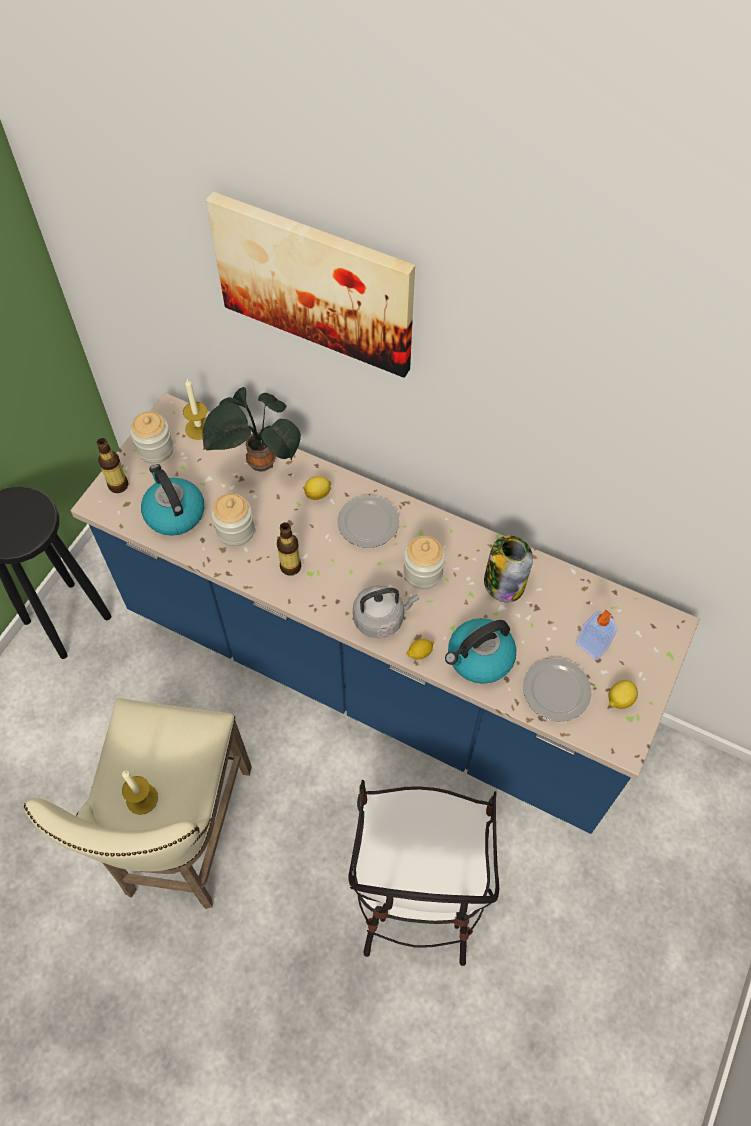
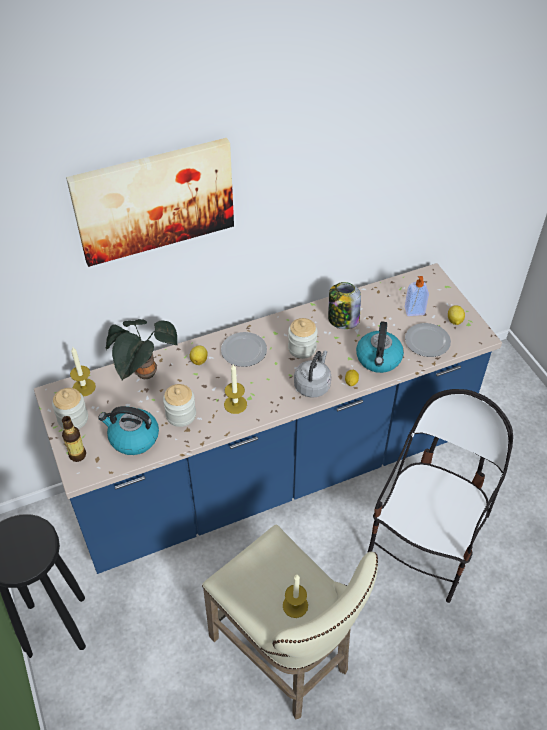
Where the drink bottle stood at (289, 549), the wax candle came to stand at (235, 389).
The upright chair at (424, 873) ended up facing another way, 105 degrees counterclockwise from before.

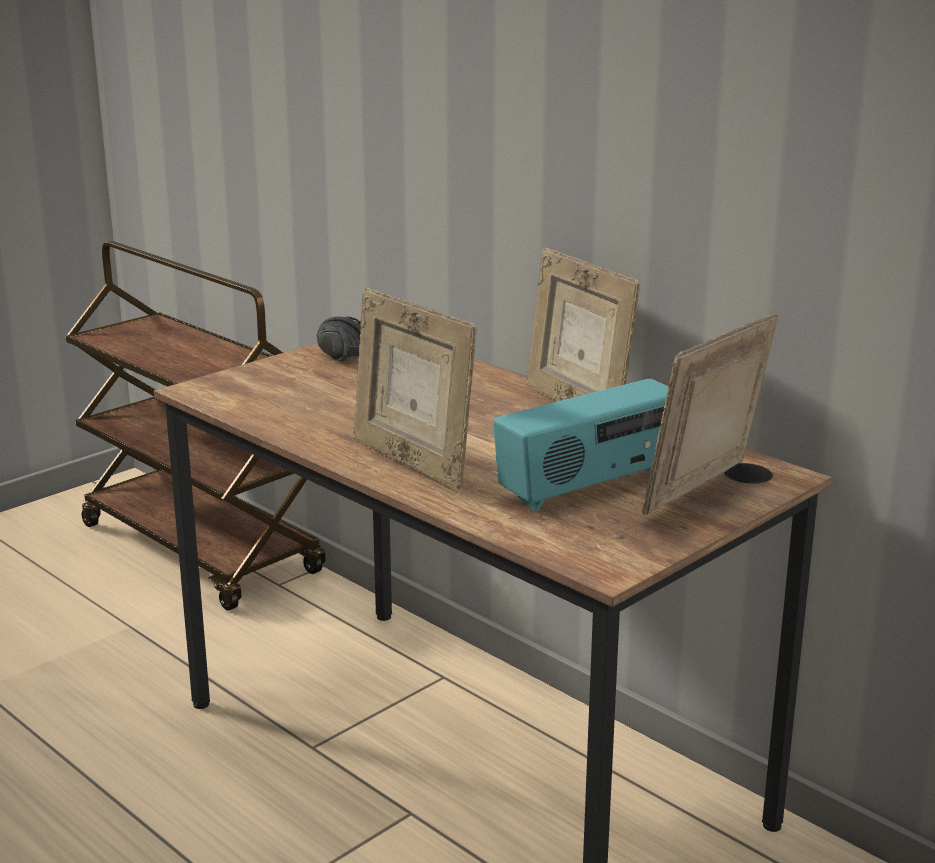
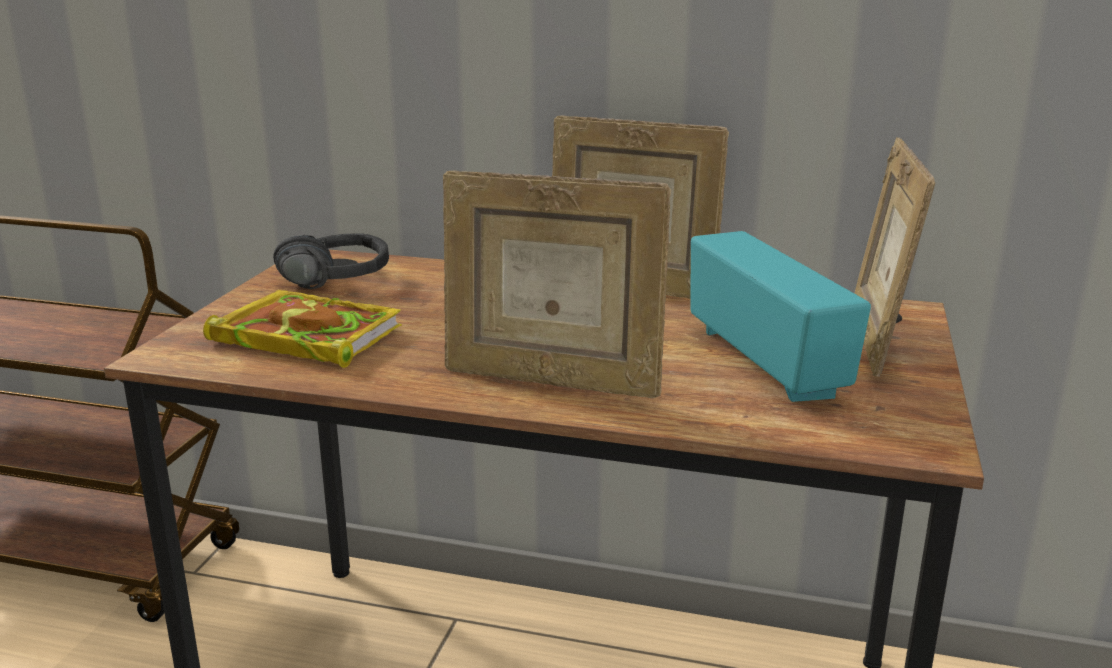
The second view gained the bound book at (302, 329).
The radio at (581, 445) ended up facing another way, 45 degrees counterclockwise from before.

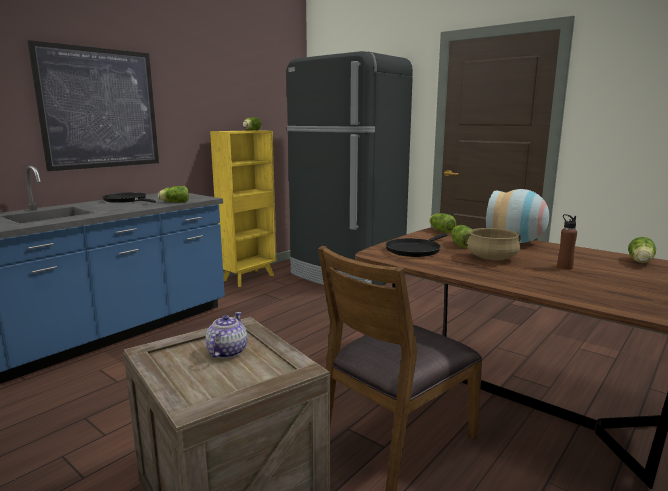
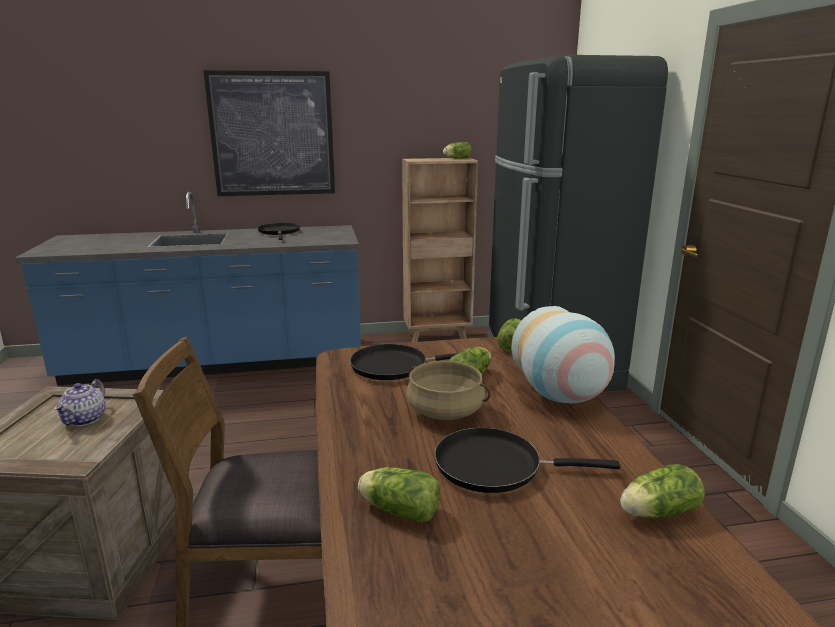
The teapot at (226, 335) ended up facing another way, 135 degrees clockwise from before.
The head of lettuce ended up elsewhere, having gone from (173, 194) to (399, 495).
What was the yellow-coloured bookcase at (243, 208) turned into the brownish bookcase at (440, 250).
Where the brownish drink bottle stood at (567, 242), the black-coloured skillet came to stand at (527, 460).

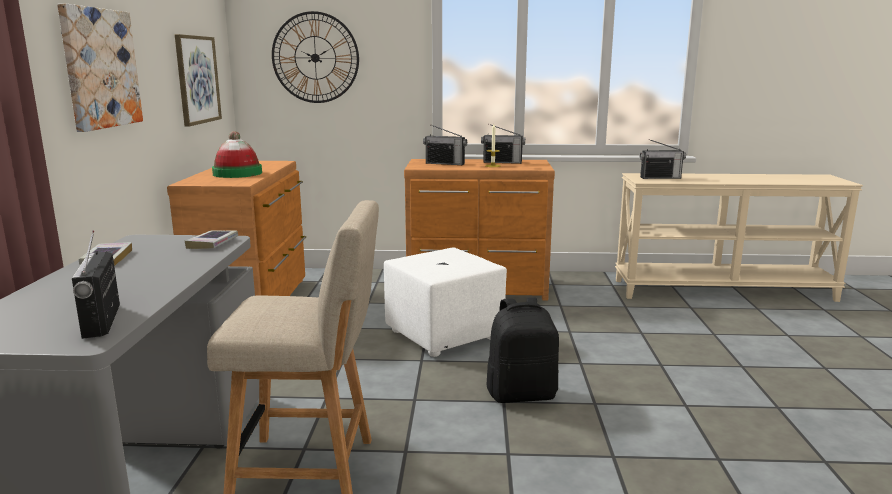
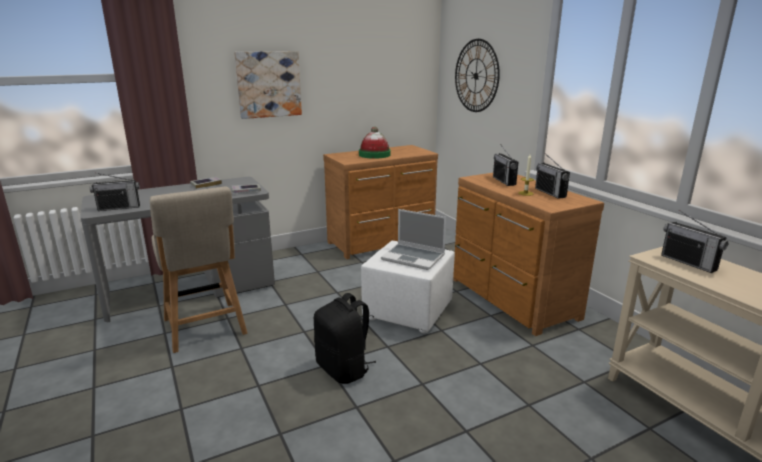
The radio at (96, 284) ended up facing another way, 150 degrees counterclockwise from before.
The second view gained the laptop at (413, 239).
The second view lost the wall picture at (198, 80).

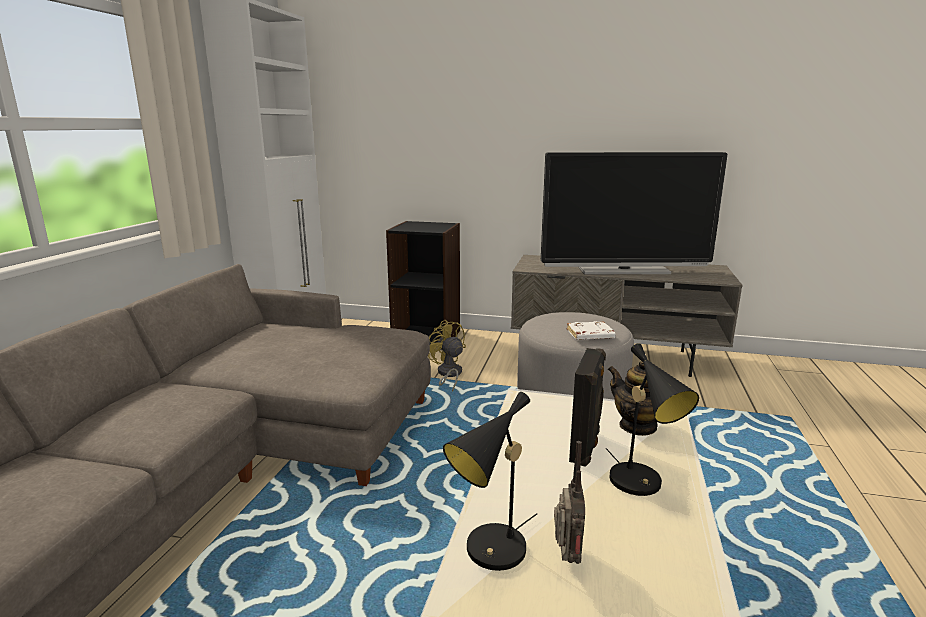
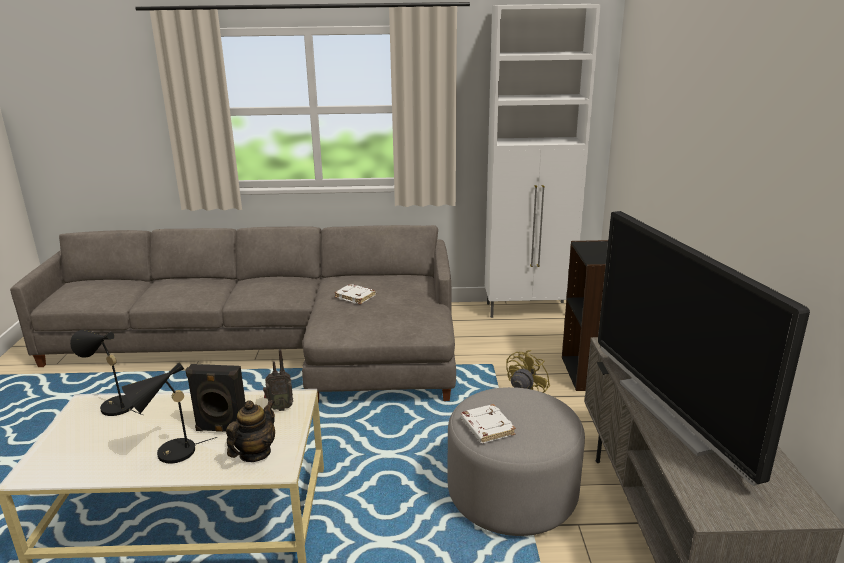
The radio ended up elsewhere, having gone from (569, 502) to (278, 380).
The second view gained the white bound book at (355, 294).

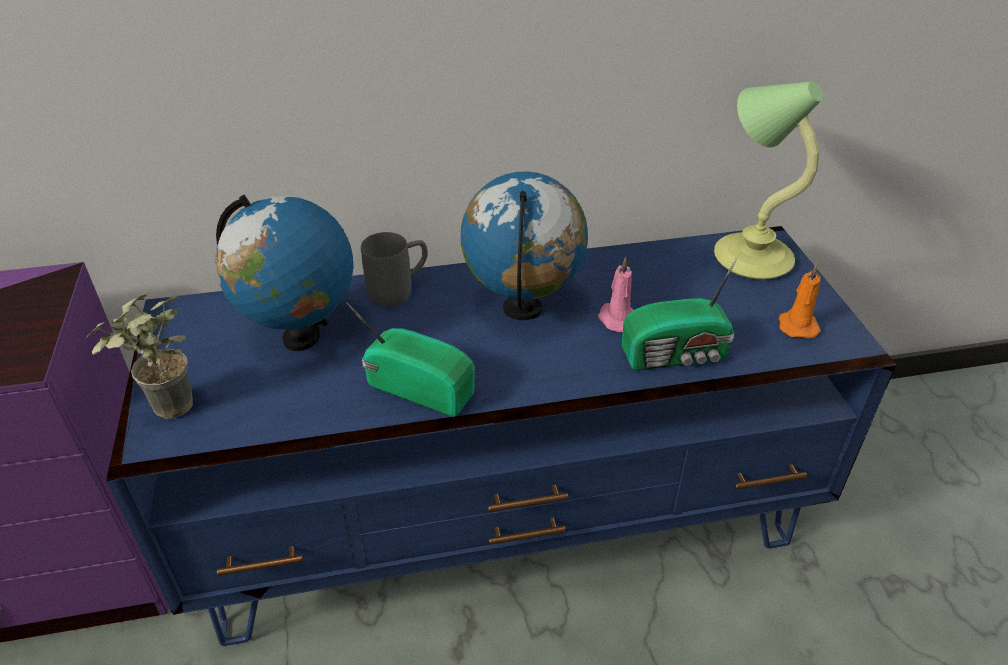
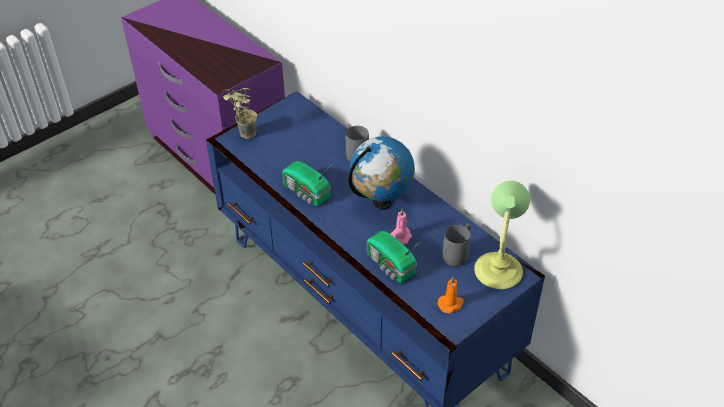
The radio at (410, 359) ended up facing another way, 135 degrees clockwise from before.
The second view gained the greyish tea mug at (457, 245).
The second view lost the globe at (284, 273).

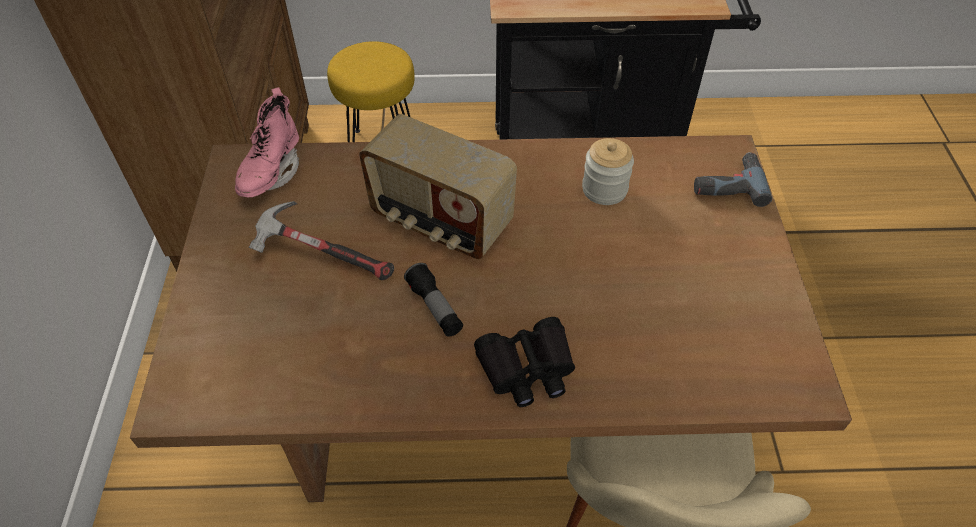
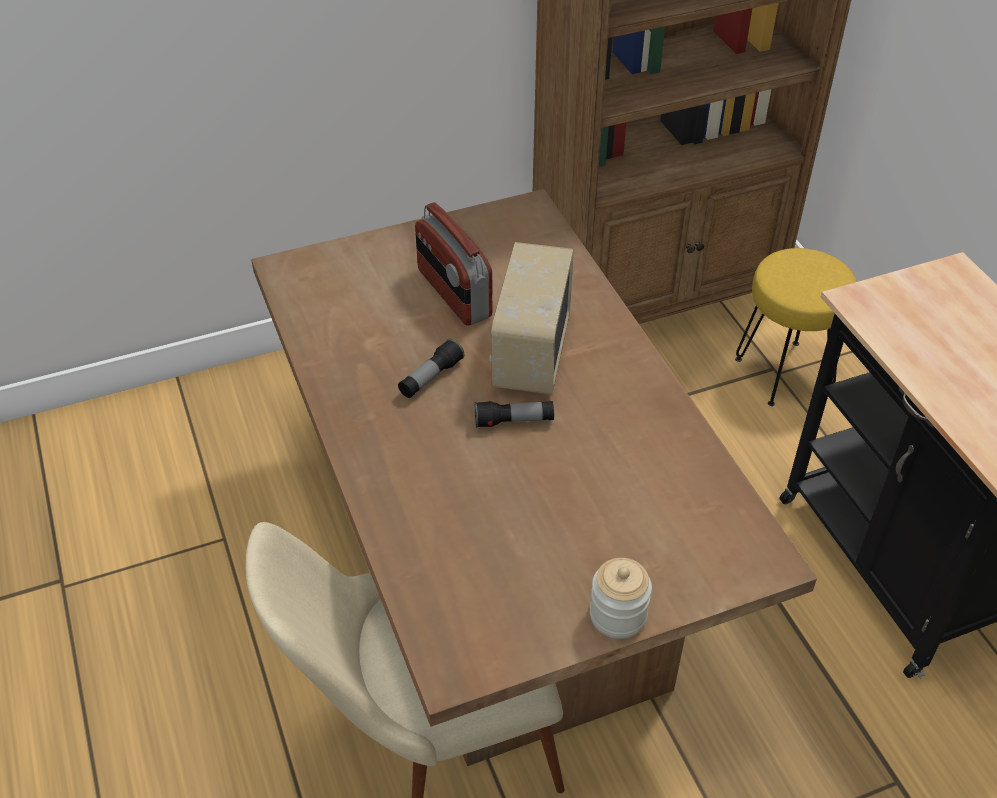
Where the hammer stood at (321, 240), the radio came to stand at (453, 264).
The second view gained the flashlight at (514, 414).
The jar ended up elsewhere, having gone from (608, 171) to (621, 598).
The second view lost the pink-coloured boot at (267, 142).
The second view lost the black-coloured binoculars at (524, 362).
The second view lost the power drill at (733, 179).

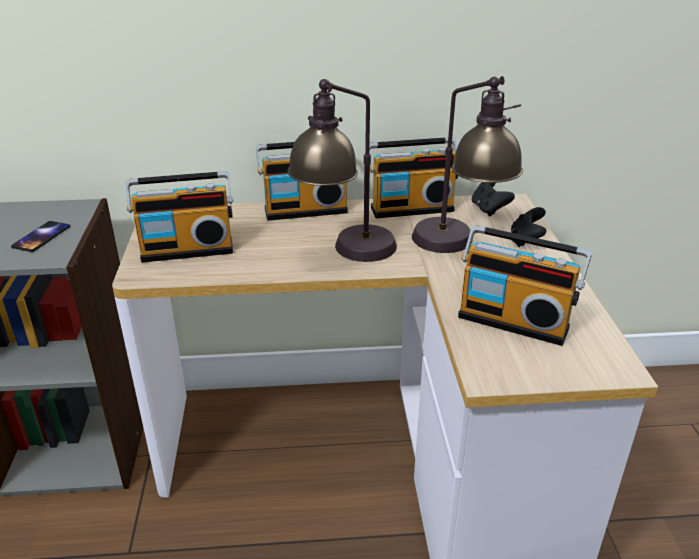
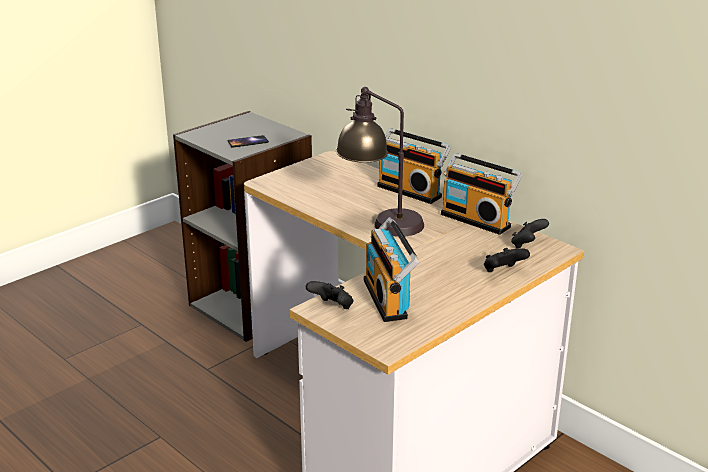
The second view gained the black-coloured joypad at (329, 295).
The second view lost the radio at (180, 217).
The second view lost the table lamp at (467, 164).

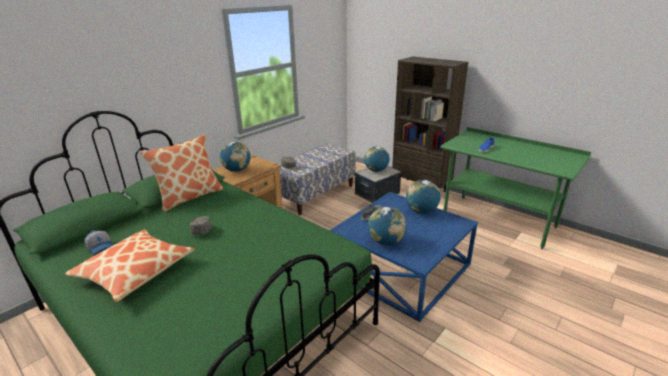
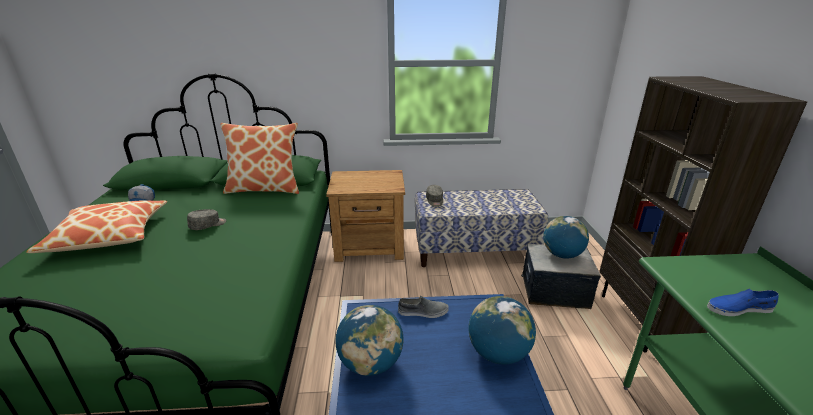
The second view lost the globe at (235, 157).

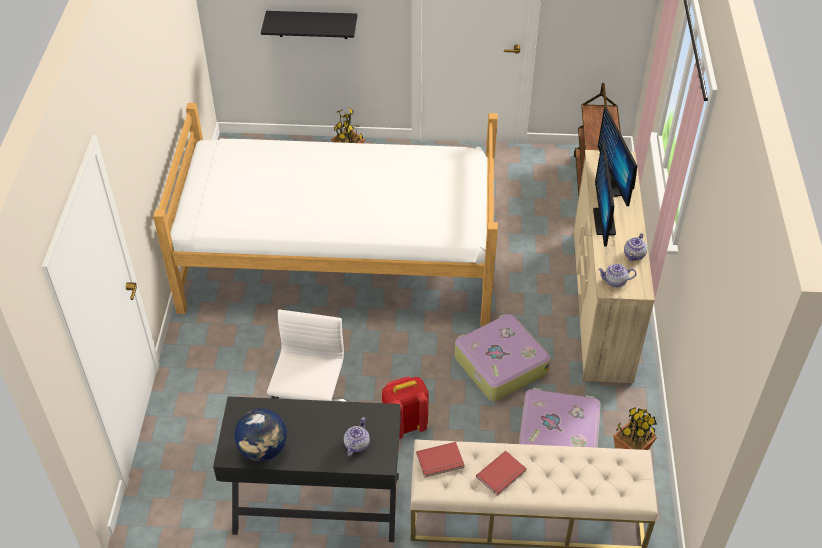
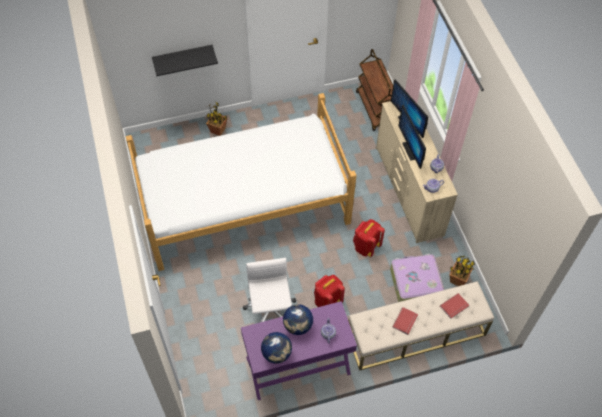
What was the black-coloured desk unit at (307, 469) turned into the purple desk unit at (299, 350).
The second view gained the globe at (298, 319).
Where the suitcase stood at (502, 358), the red rucksack came to stand at (369, 238).
The red bound book ended up elsewhere, having gone from (440, 460) to (454, 306).

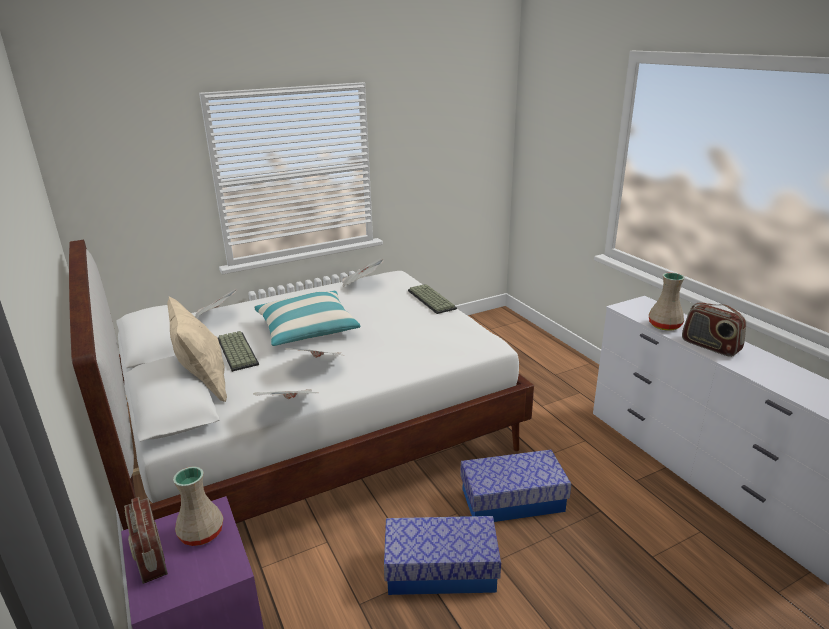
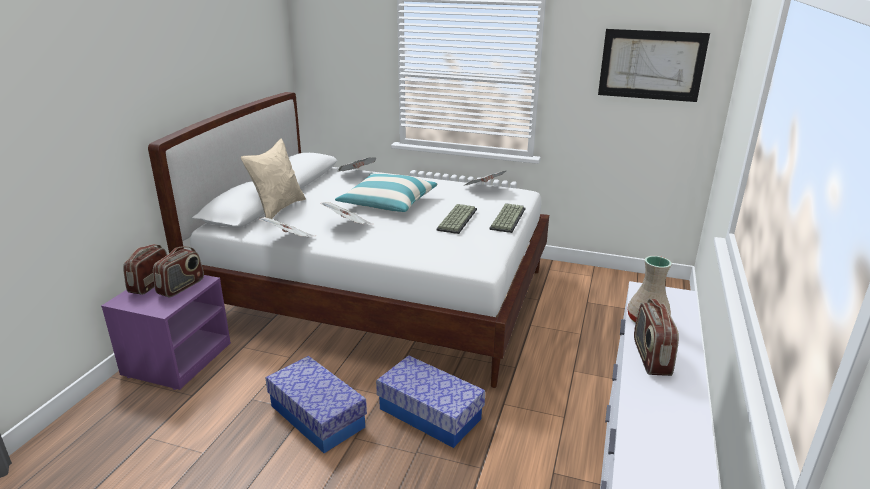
Where the beige-coloured flower vase stood at (198, 506), the radio came to stand at (178, 271).
The keyboard ended up elsewhere, having gone from (238, 351) to (457, 219).
The second view gained the wall picture at (654, 65).

